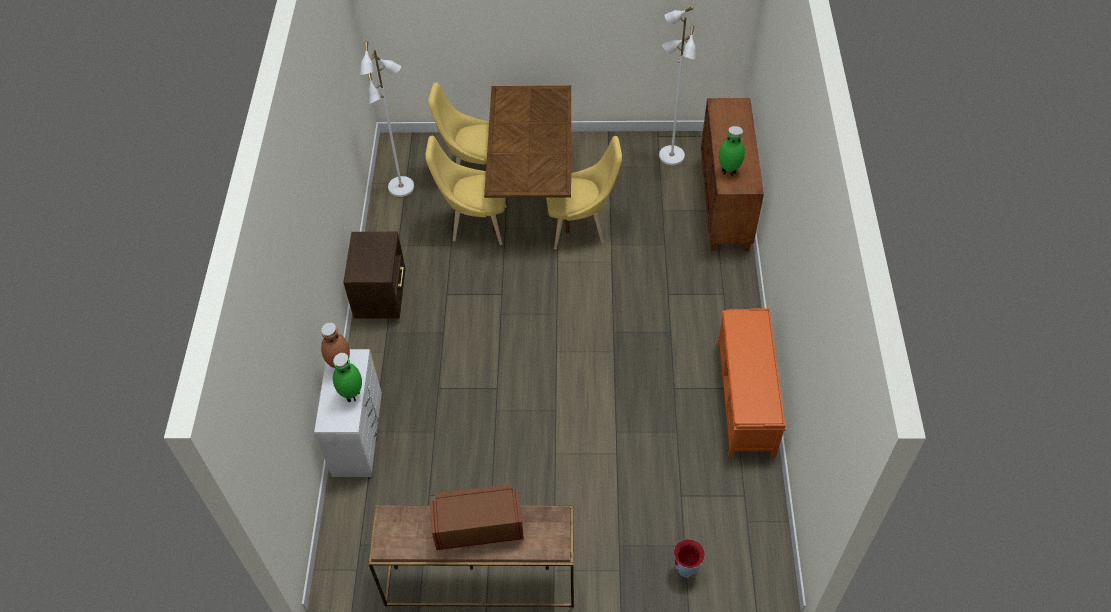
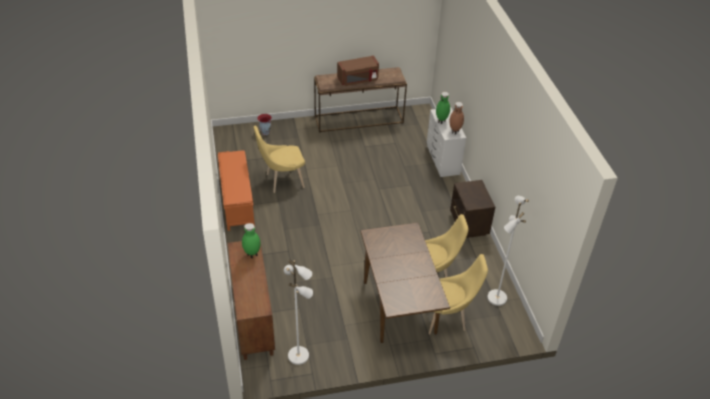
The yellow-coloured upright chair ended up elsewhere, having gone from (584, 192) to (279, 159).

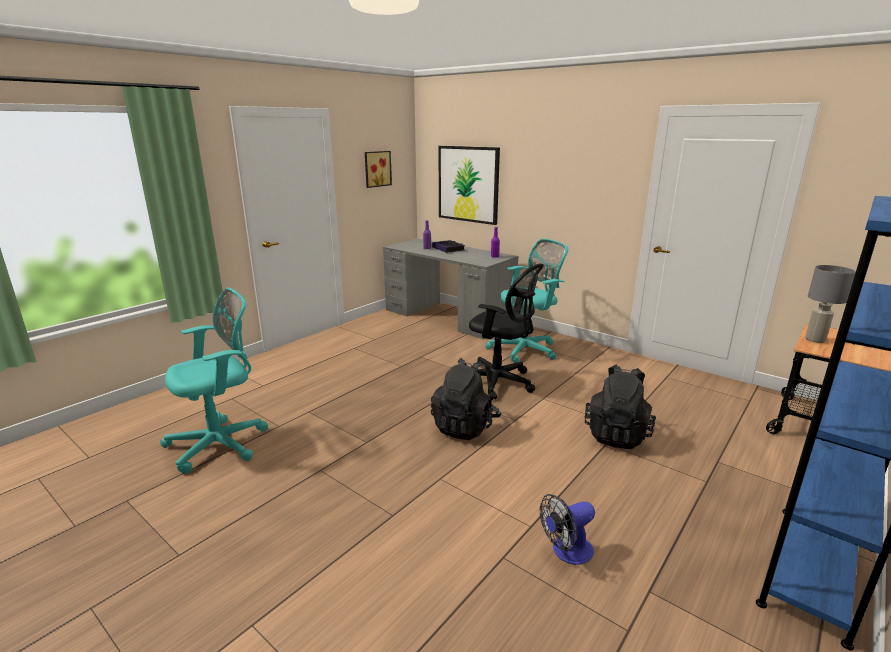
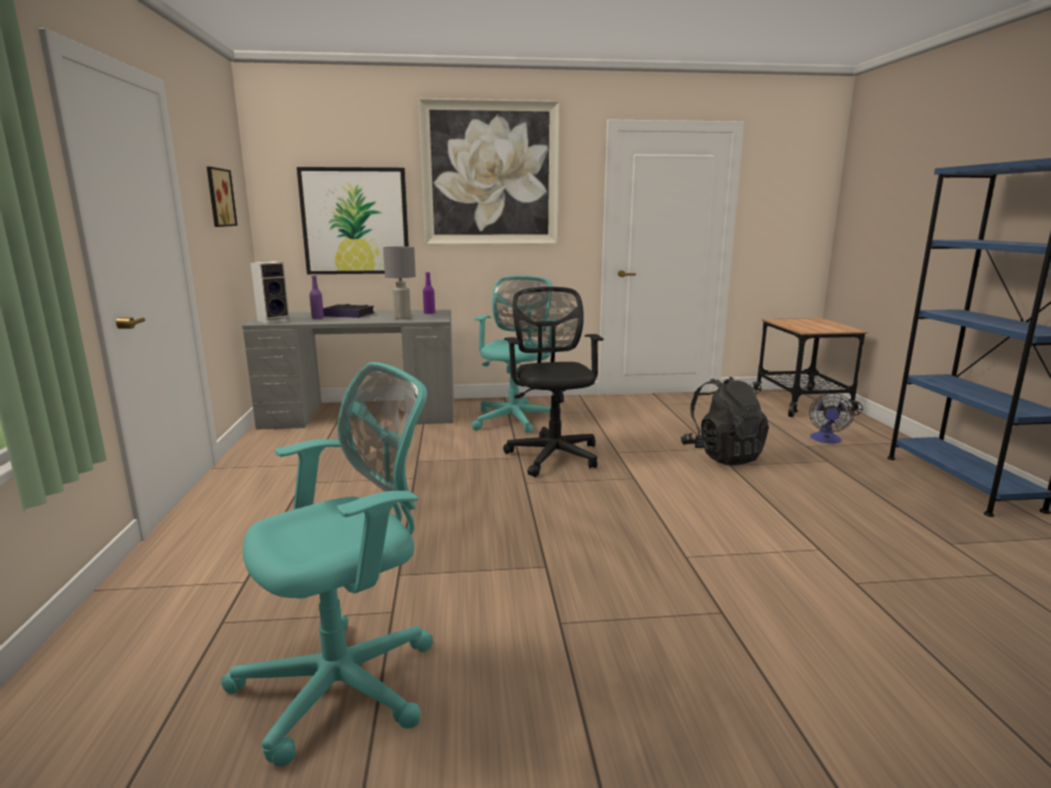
The turquoise-coloured office chair at (214, 381) ended up facing another way, 45 degrees clockwise from before.
The second view gained the loudspeaker at (270, 292).
The greyish table lamp ended up elsewhere, having gone from (830, 304) to (399, 282).
The second view gained the wall picture at (489, 171).
The black-coloured office chair at (506, 332) ended up facing another way, 90 degrees counterclockwise from before.
The electric fan ended up elsewhere, having gone from (567, 529) to (832, 418).
The second view lost the black-coloured rucksack at (466, 399).

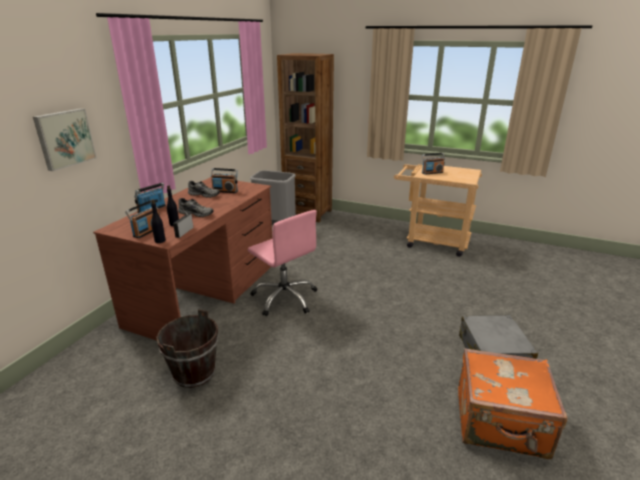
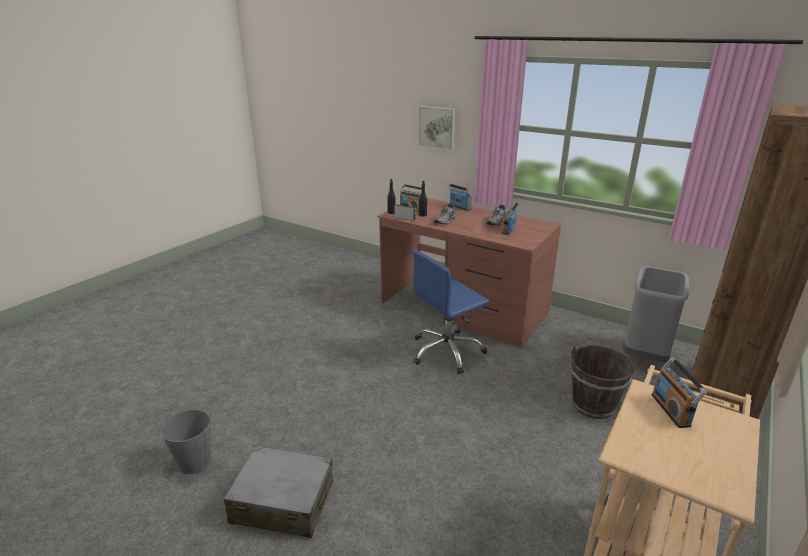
Where the orange-coloured suitcase stood at (513, 403), the greyish water bucket came to stand at (185, 441).
What was the pink-coloured office chair at (282, 263) turned into the blue-coloured office chair at (451, 312).
The brownish water bucket ended up elsewhere, having gone from (187, 348) to (603, 382).

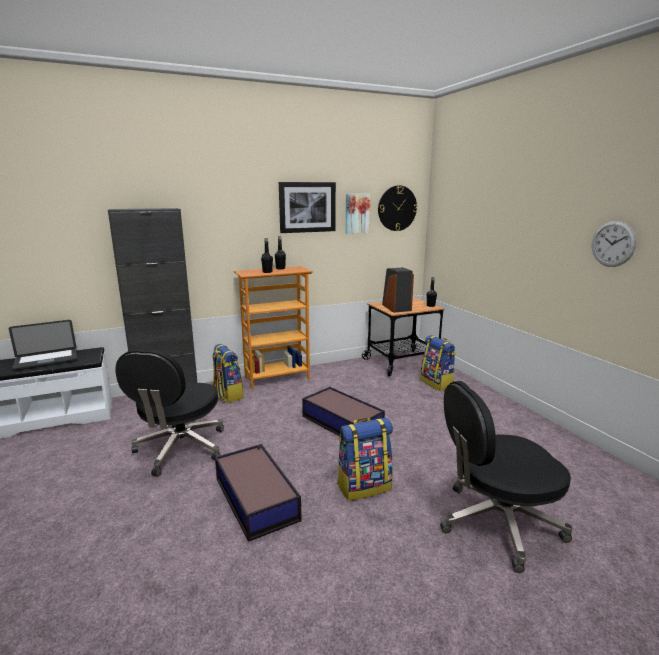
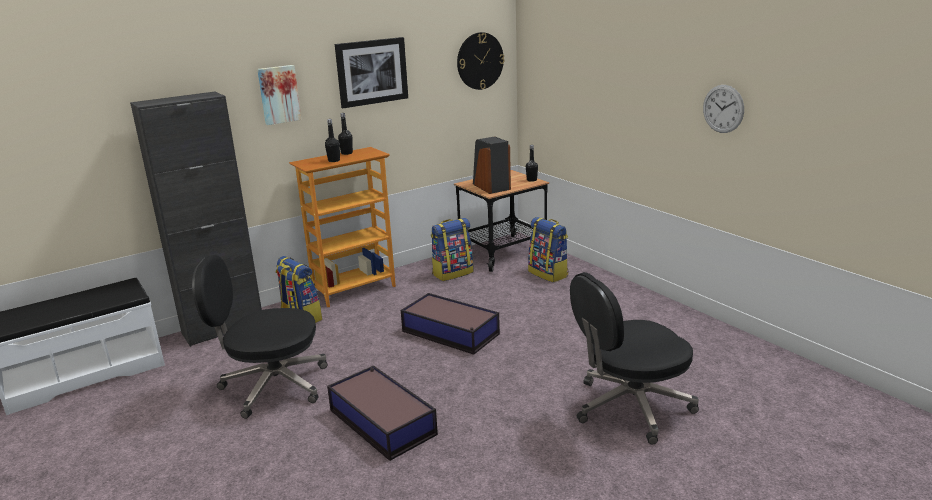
The black-coloured office chair at (169, 413) ended up facing another way, 90 degrees clockwise from before.
The wall picture ended up elsewhere, having gone from (358, 214) to (279, 95).
The rucksack ended up elsewhere, having gone from (365, 459) to (452, 249).
The second view lost the laptop at (43, 345).

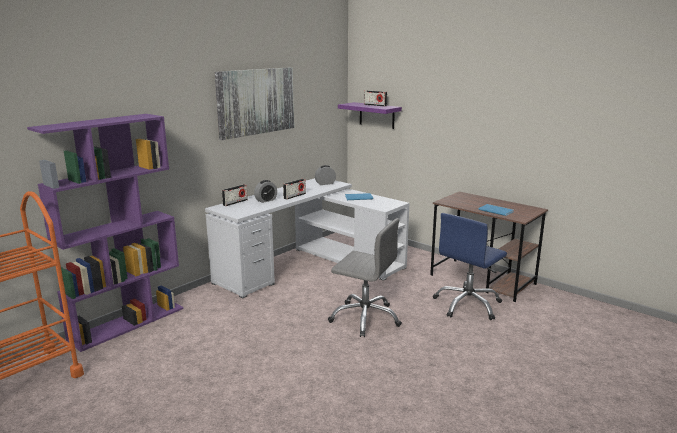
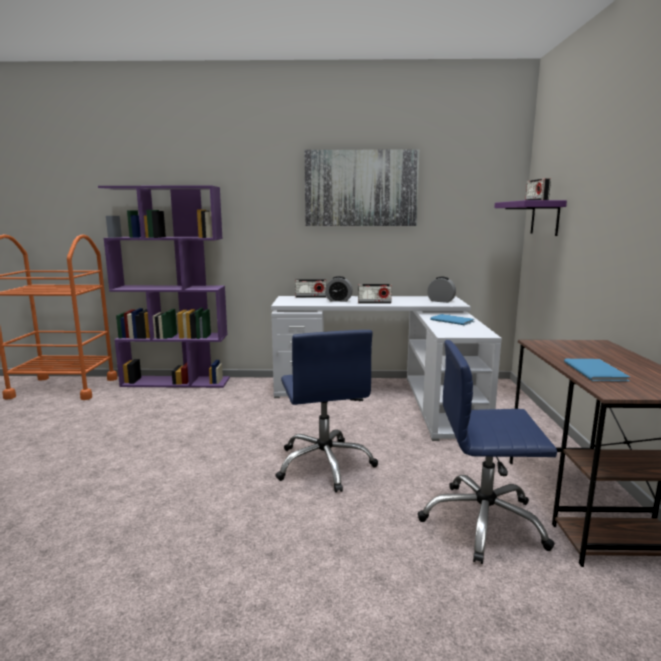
What was the greyish office chair at (365, 277) turned into the blue-coloured office chair at (326, 411).

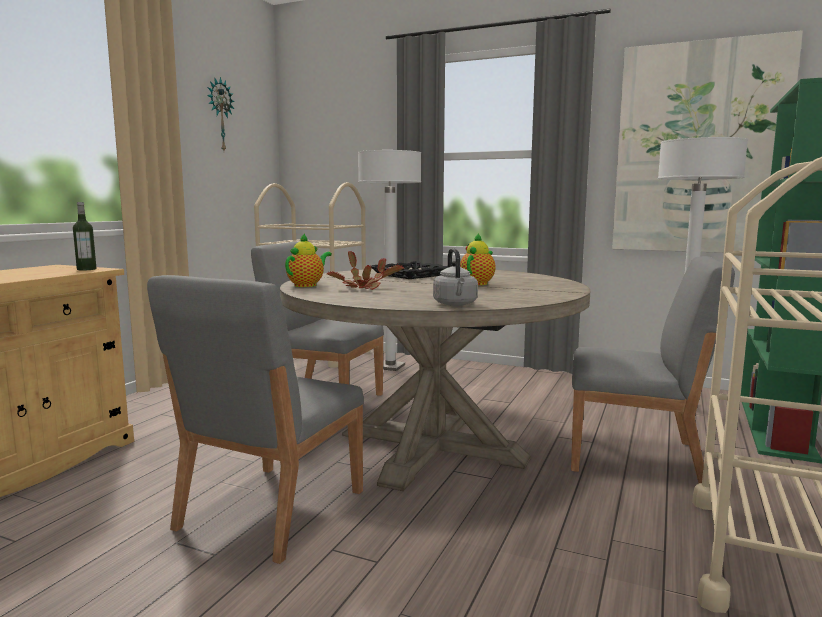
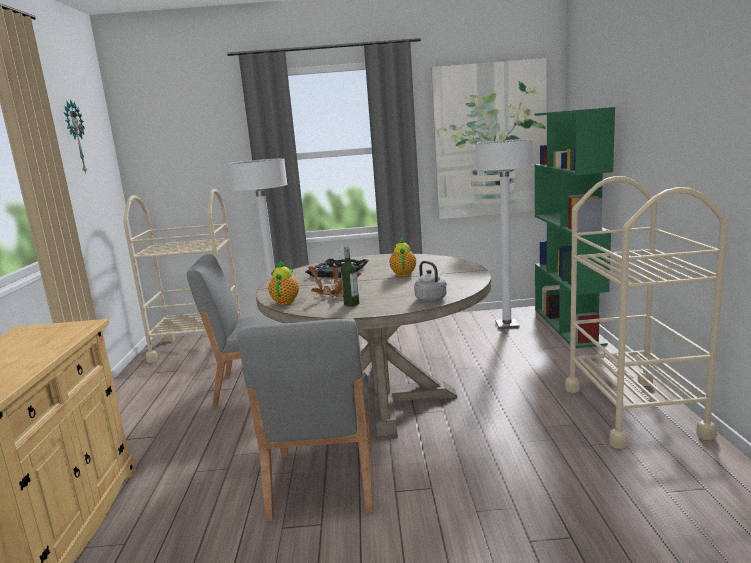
The drink bottle ended up elsewhere, having gone from (84, 236) to (350, 276).
The second view lost the greyish upright chair at (653, 369).

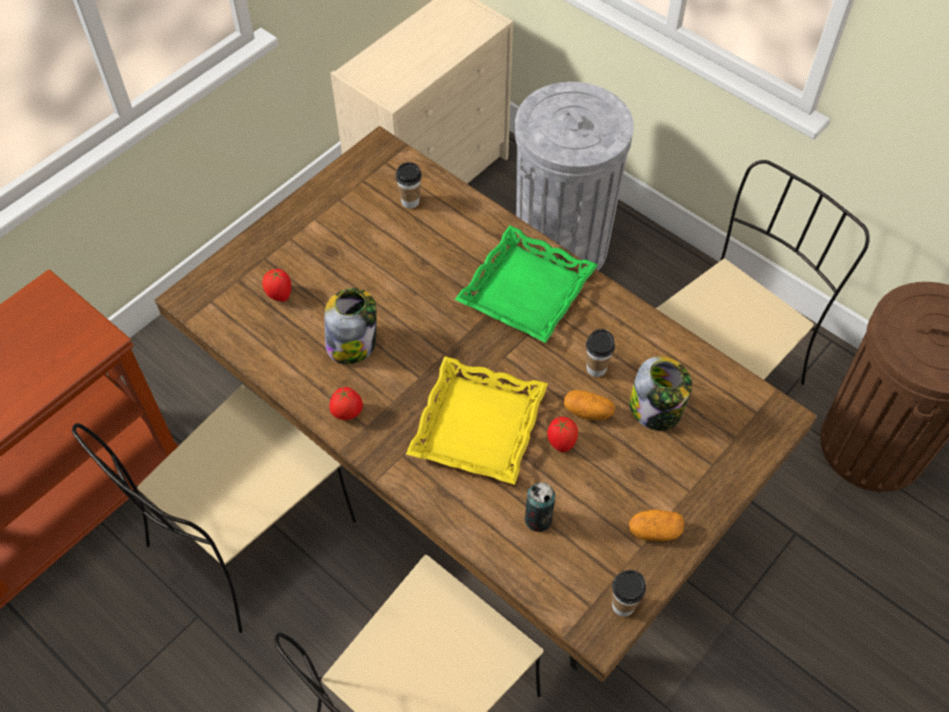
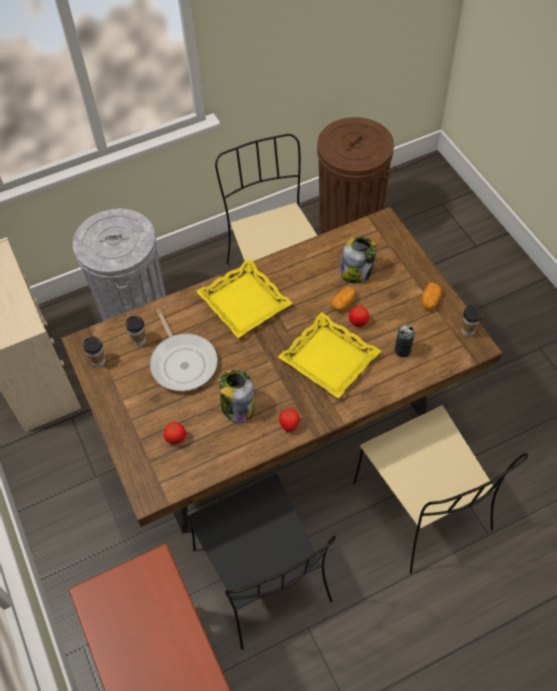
The cup ended up elsewhere, having gone from (600, 353) to (94, 352).
The second view gained the skillet at (184, 350).
What was the beige-coloured upright chair at (214, 509) turned into the black-coloured upright chair at (261, 561).
What was the green carrying tray at (526, 284) turned into the yellow-coloured carrying tray at (244, 298).

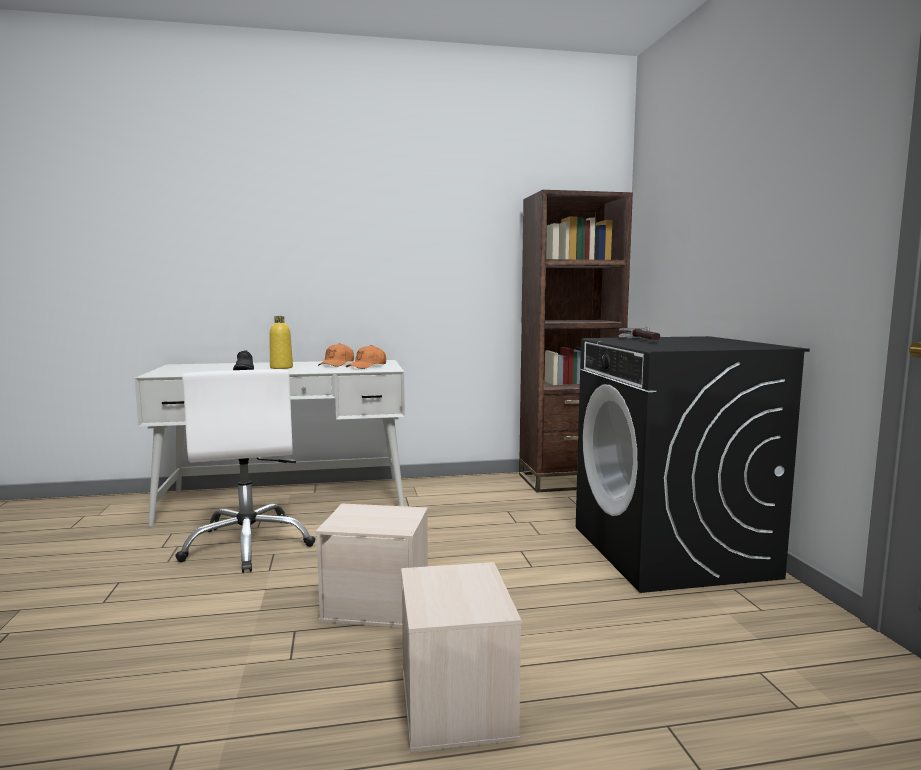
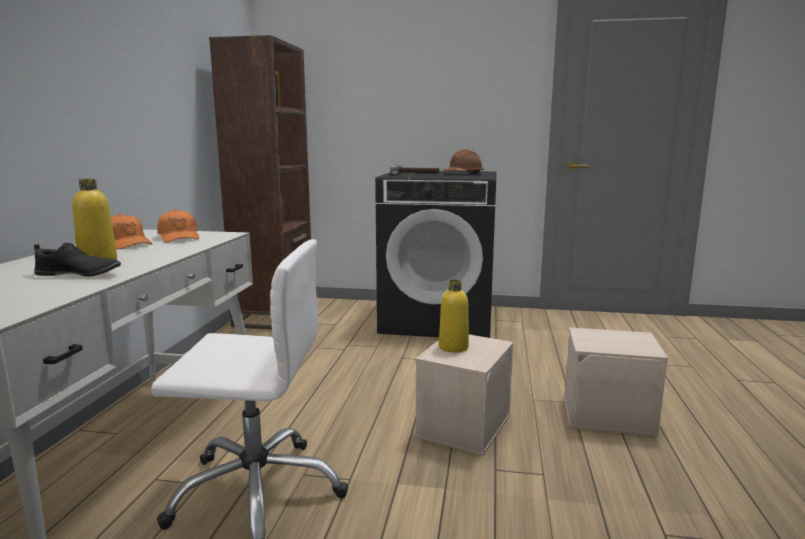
The second view gained the yellow-coloured drink bottle at (454, 316).
The second view gained the brownish safety helmet at (463, 161).

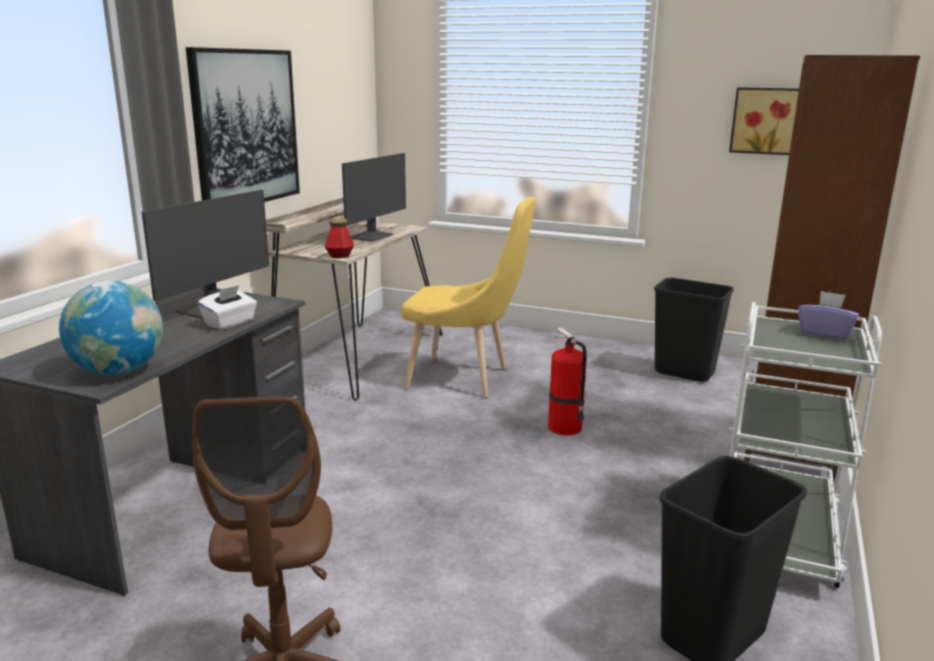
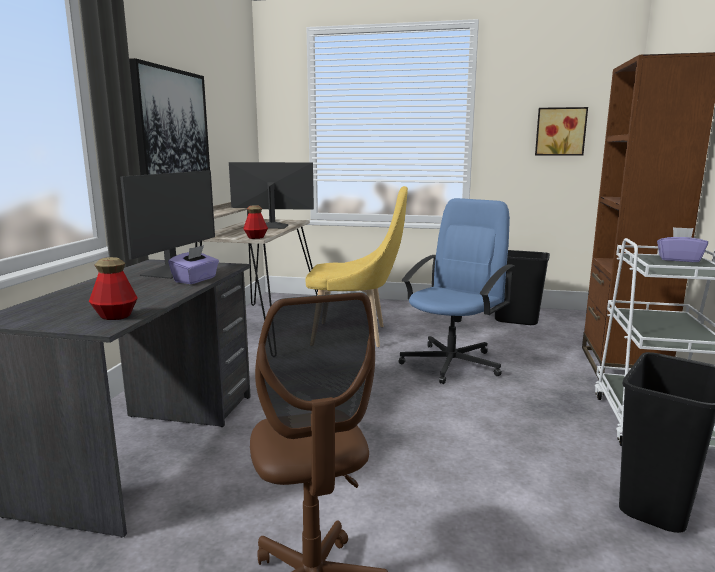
Where the globe stood at (111, 328), the drink bottle came to stand at (113, 288).
What was the white tissue box at (227, 307) turned into the purple tissue box at (193, 264).
The computer display at (374, 197) ended up facing another way, 105 degrees counterclockwise from before.
Where the fire extinguisher stood at (567, 381), the blue-coloured office chair came to stand at (457, 291).

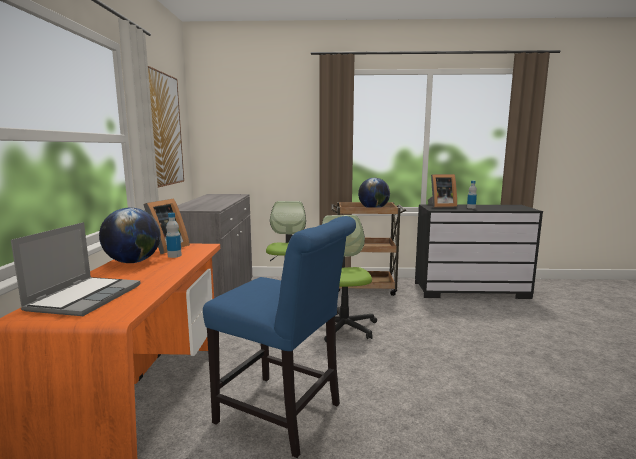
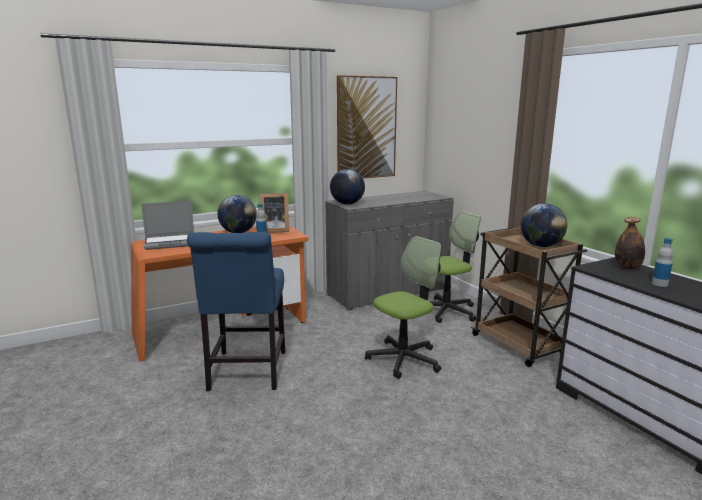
The second view gained the globe at (347, 187).
Where the photo frame stood at (442, 191), the drink bottle came to stand at (630, 243).

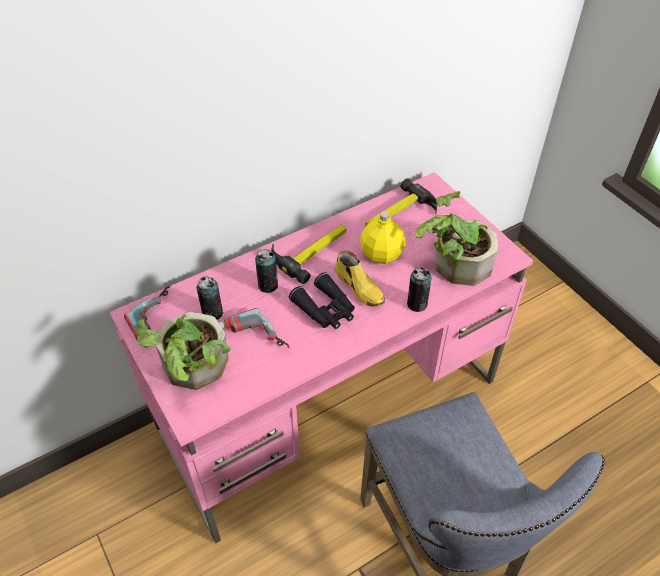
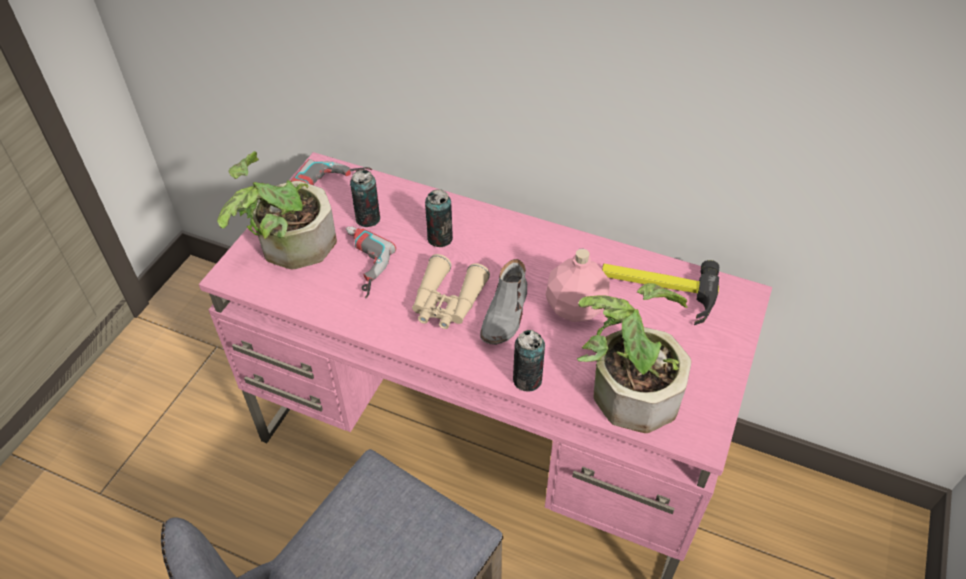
What was the black-coloured binoculars at (322, 300) turned into the beige-coloured binoculars at (451, 291).
What was the yellow-coloured shoe at (359, 279) turned into the greyish shoe at (503, 302).
What was the yellow-coloured drink bottle at (382, 237) turned into the pink-coloured drink bottle at (577, 285).
The second view lost the hammer at (308, 254).

